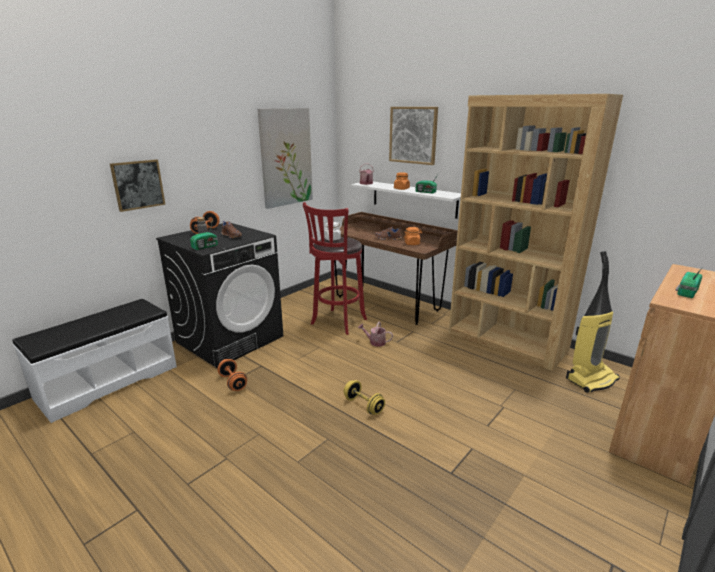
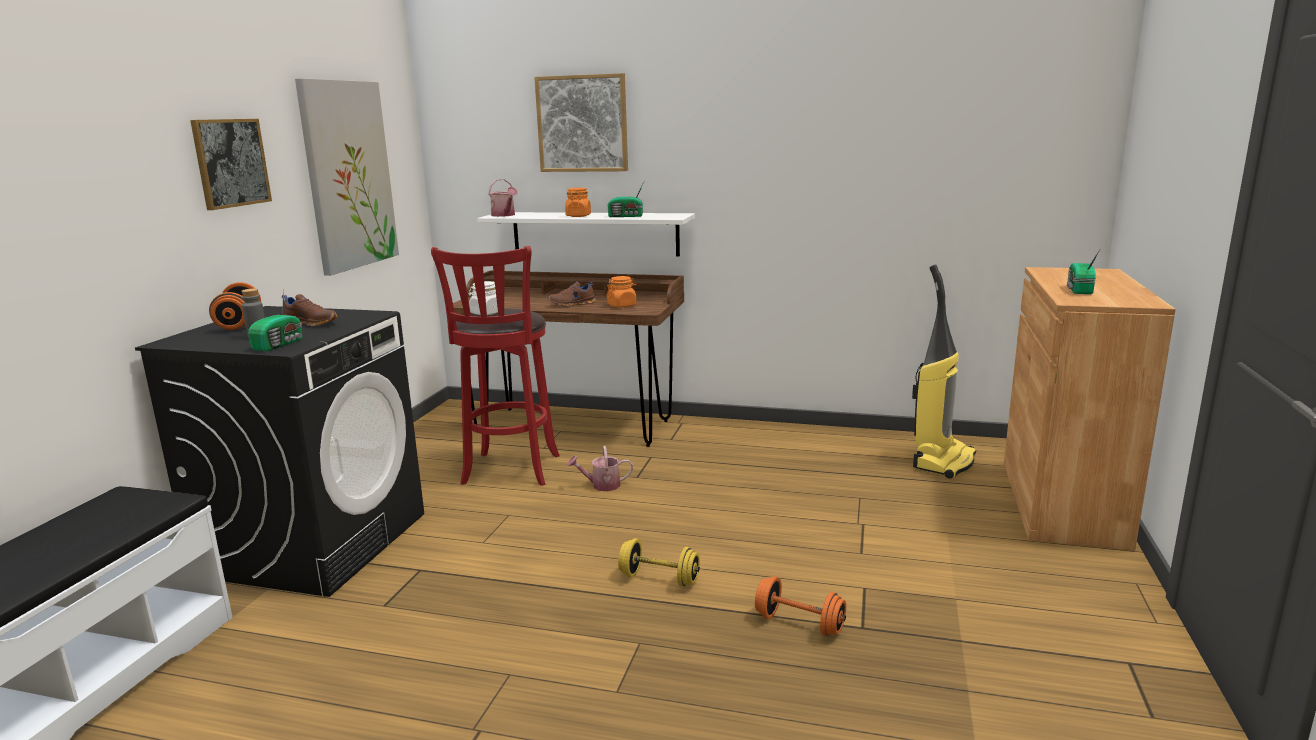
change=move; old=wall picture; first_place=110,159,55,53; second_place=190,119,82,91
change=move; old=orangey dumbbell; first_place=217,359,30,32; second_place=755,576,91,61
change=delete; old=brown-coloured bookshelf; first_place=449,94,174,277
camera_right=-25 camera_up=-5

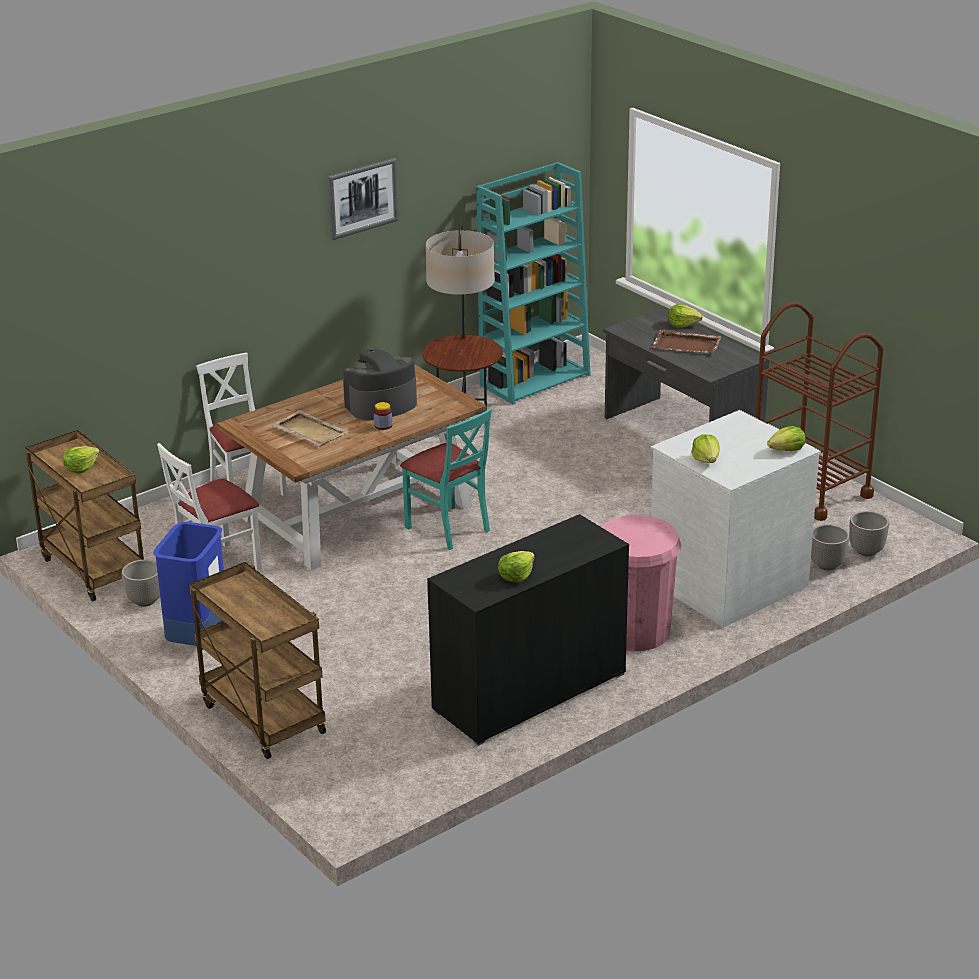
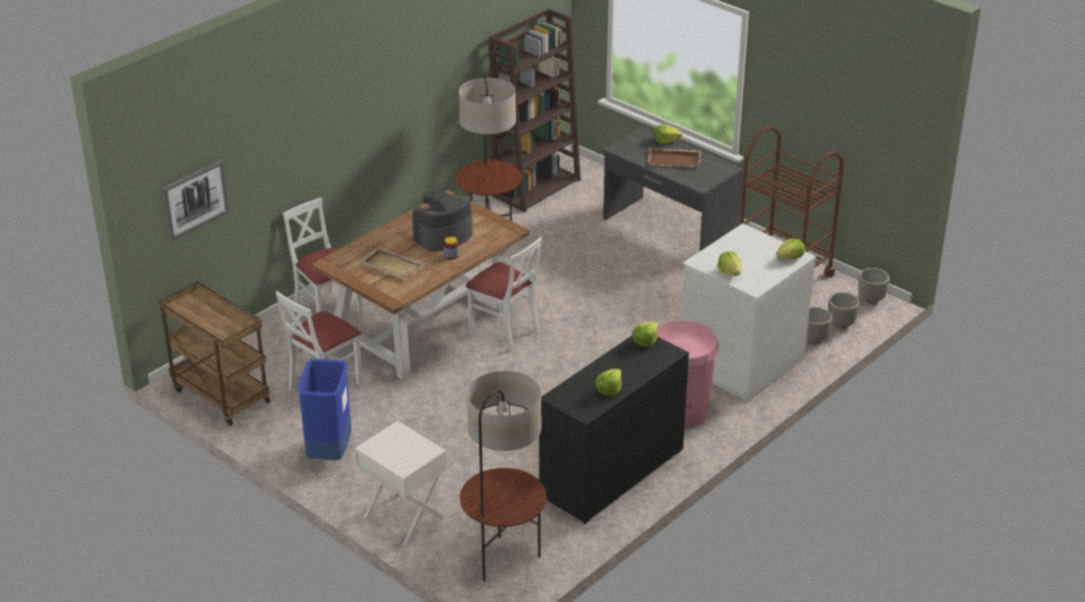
change=move; old=wall picture; first_place=327,158,72,82; second_place=162,160,68,81
change=replace; old=brown-coloured trolley; new=whitish bedside table; first_place=189,562,137,197; second_place=355,421,92,125
change=insert; new=floor lamp; second_place=460,371,87,210
change=recolor; old=blue-green upright chair; new=whitish upright chair; first_place=400,409,92,141; second_place=466,236,76,116
change=recolor; old=blue-green bookshelf; new=brown-coloured bookshelf; first_place=476,162,115,242; second_place=489,8,92,204
change=move; old=lettuce; first_place=63,446,37,28; second_place=632,322,27,25
change=move; old=planter; first_place=122,560,38,47; second_place=858,268,32,35
camera_right=-10 camera_up=5

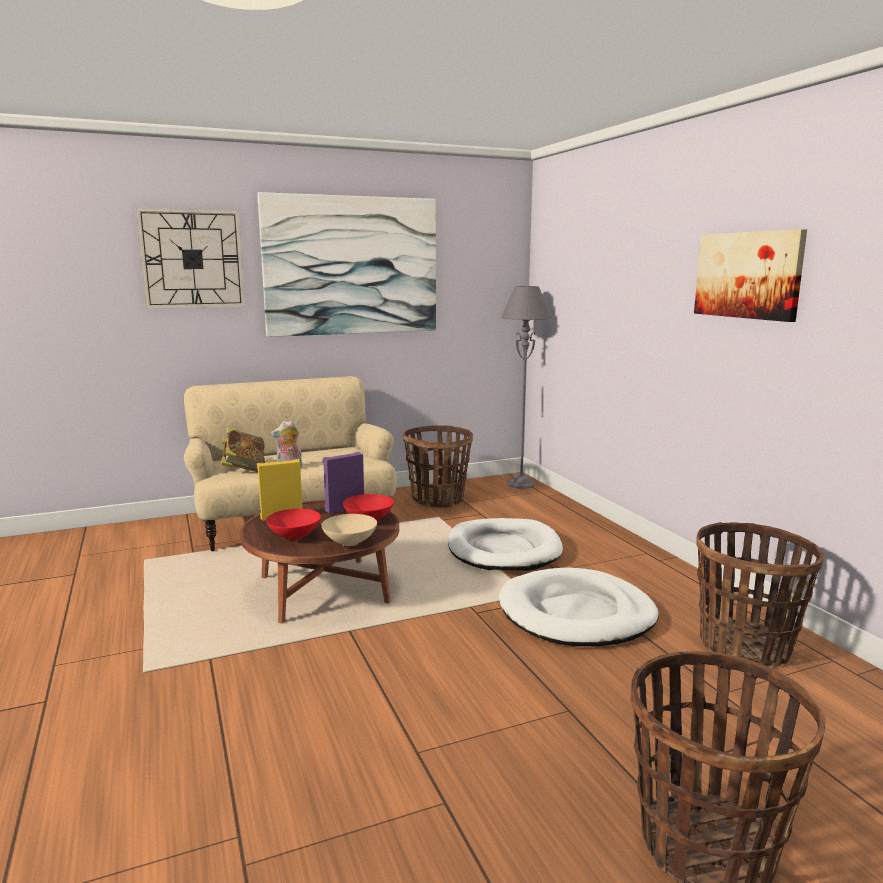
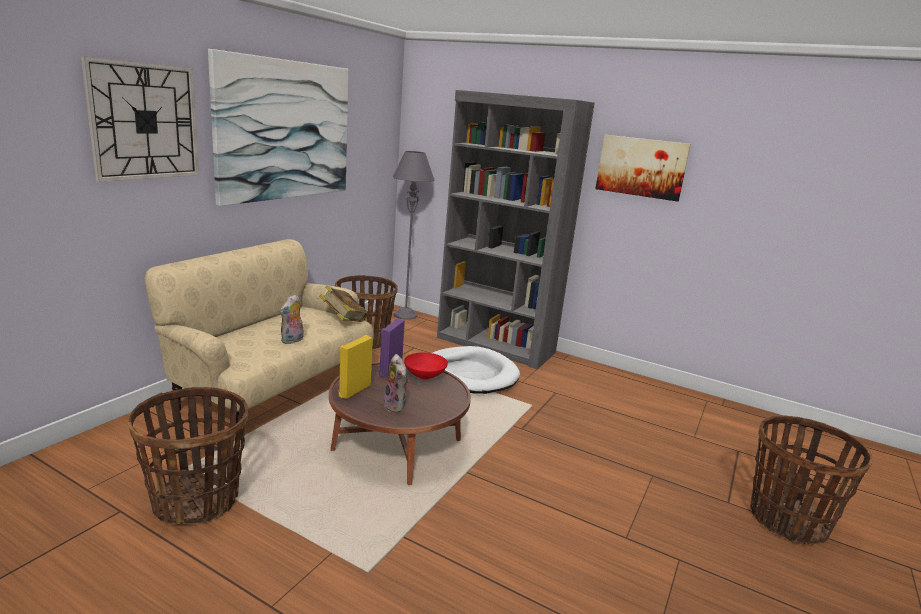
change=move; old=storage basket; first_place=696,522,129,145; second_place=128,387,121,138
change=move; old=volume; first_place=221,427,44,45; second_place=319,286,49,36
change=replace; old=red-coloured bowl; new=cuddly toy; first_place=266,509,55,31; second_place=383,354,27,59
change=insert; new=grey bookshelf; second_place=437,90,158,279
change=delete; old=beige bowl; first_place=321,514,56,32
change=delete; old=whitish dog cushion; first_place=499,567,160,79
camera_right=-40 camera_up=5

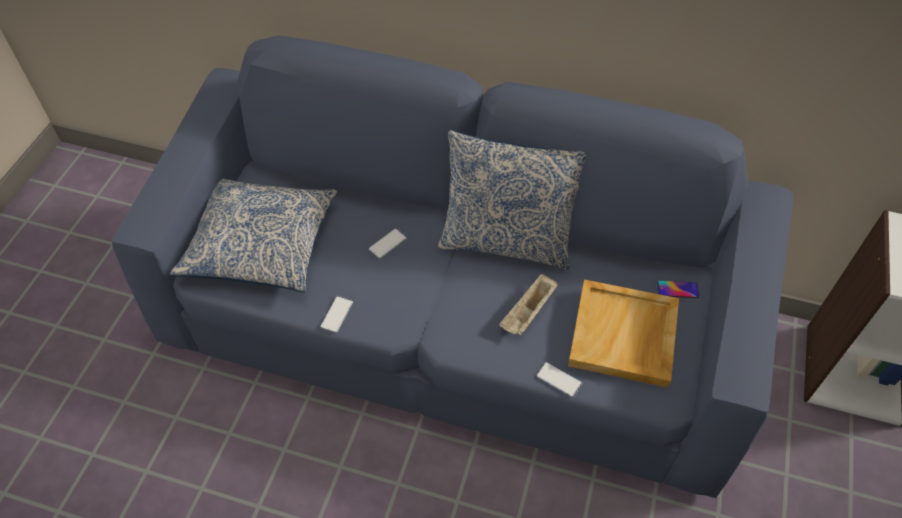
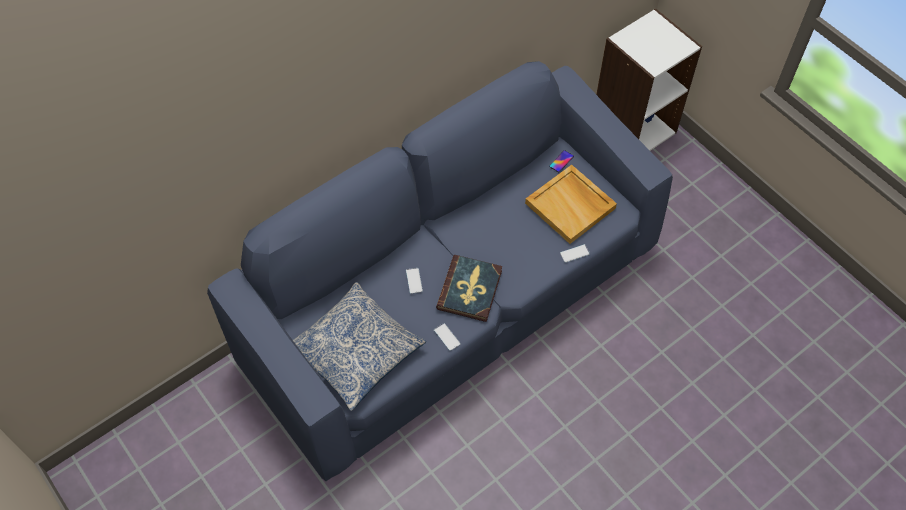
change=insert; new=volume; second_place=436,255,66,67
change=delete; old=cushion; first_place=438,130,148,140
change=delete; old=beige carrying tray; first_place=499,273,59,62
camera_right=-55 camera_up=5

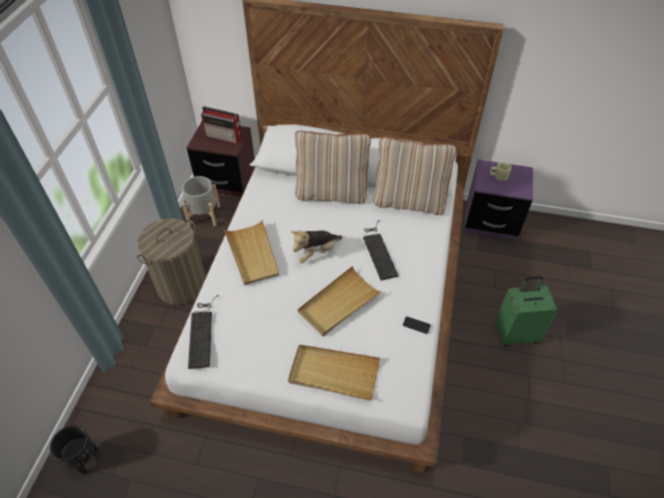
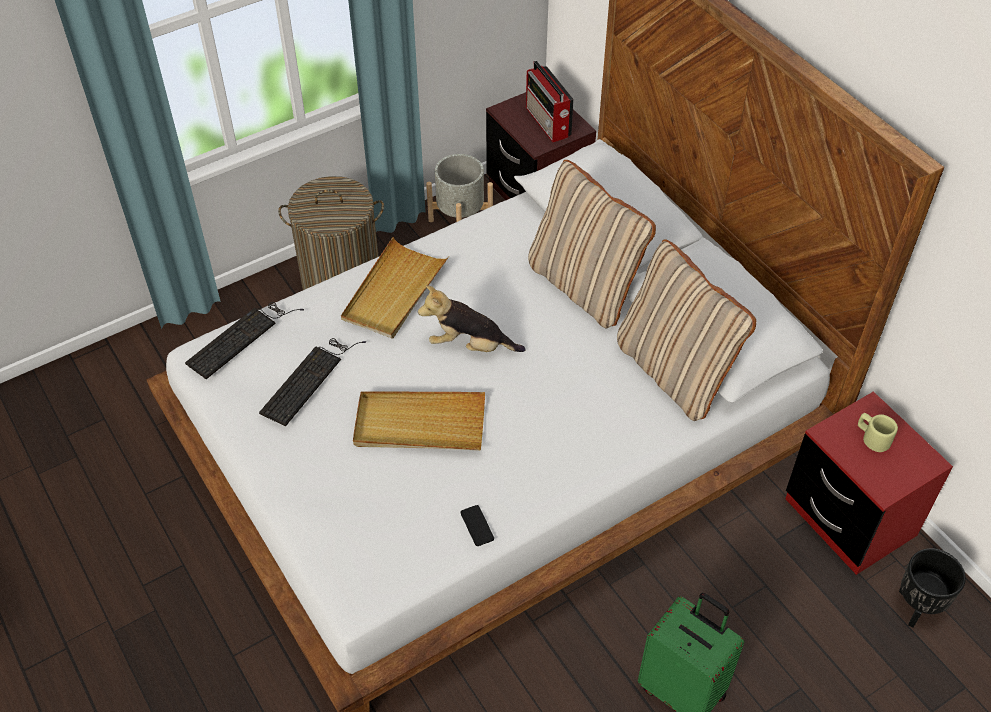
change=move; old=PC keyboard; first_place=363,220,36,60; second_place=259,338,107,89
change=recolor; old=purple bedside table; new=red-coloured bedside table; first_place=464,160,69,81; second_place=785,391,168,184
change=move; old=black-coloured planter; first_place=50,425,48,50; second_place=899,548,67,79
change=delete; old=beige carrying tray; first_place=288,345,92,56
camera_right=45 camera_up=0

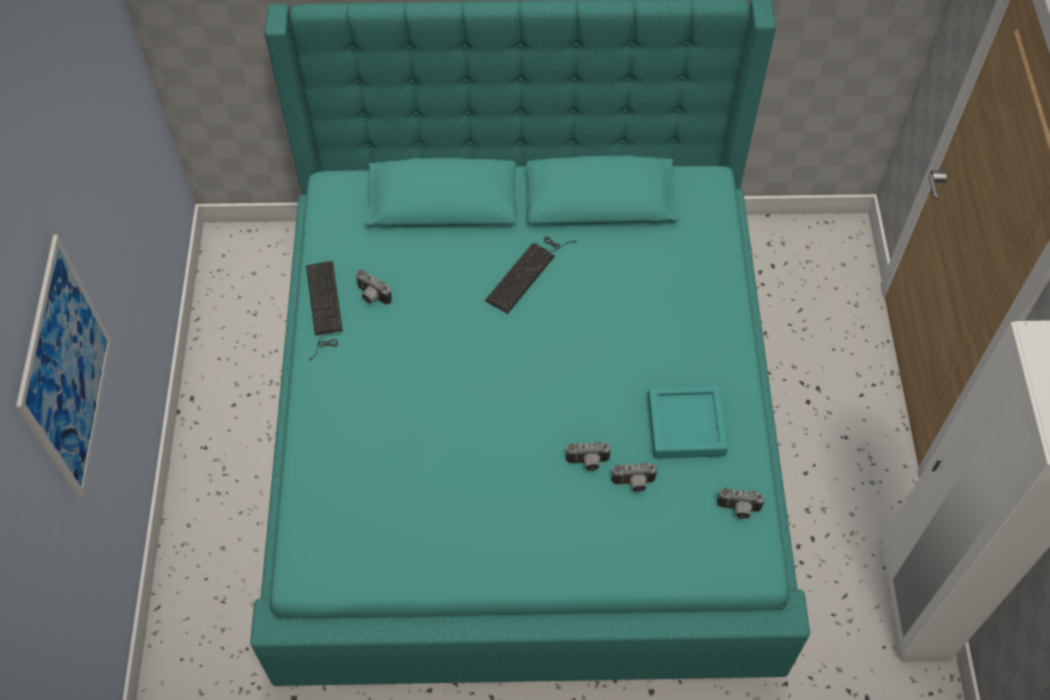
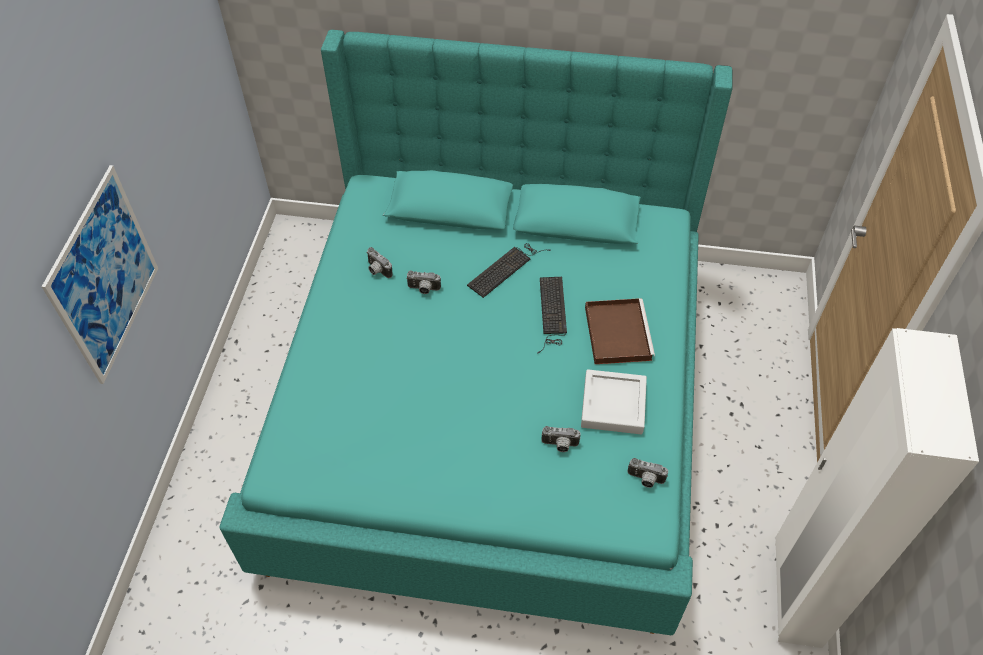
change=move; old=photo camera; first_place=566,442,45,29; second_place=406,271,35,23
change=move; old=PC keyboard; first_place=306,261,37,100; second_place=537,277,30,77
change=recolor; old=blue-green carrying tray; new=grey carrying tray; first_place=648,386,80,73; second_place=581,369,66,65
change=insert; new=brown-coloured carrying tray; second_place=585,298,70,66
camera_right=10 camera_up=-5

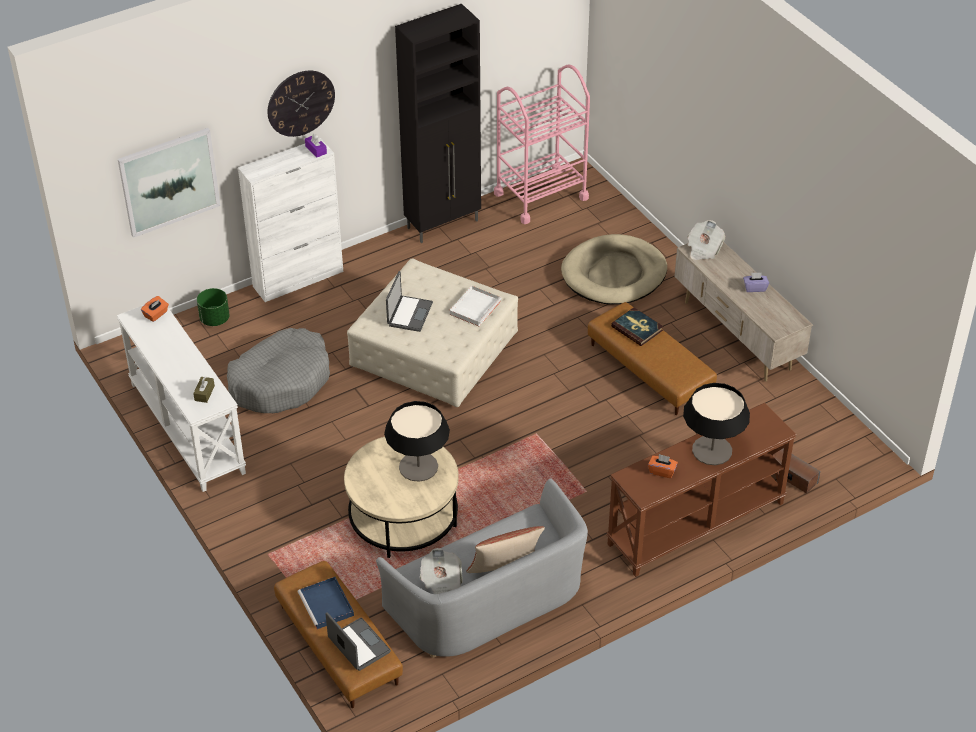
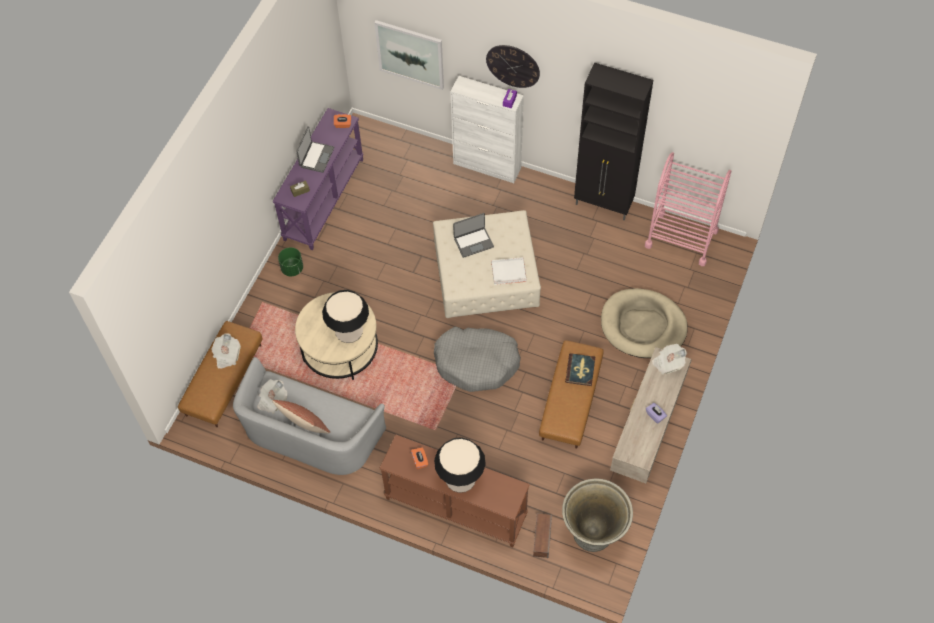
change=replace; old=blue carrying tray; new=printed paper; first_place=298,577,56,52; second_place=211,333,30,36
change=recolor; old=whitish hall table; new=purple hall table; first_place=117,305,129,187; second_place=273,108,91,142
change=move; old=green-coloured planter; first_place=197,288,33,38; second_place=278,247,25,29
change=move; old=notebook computer; first_place=326,612,65,59; second_place=296,126,38,47
change=move; old=grey dog cushion; first_place=227,328,103,85; second_place=434,327,87,65
change=insert; new=grey planter; second_place=562,478,71,74
camera_right=55 camera_up=15

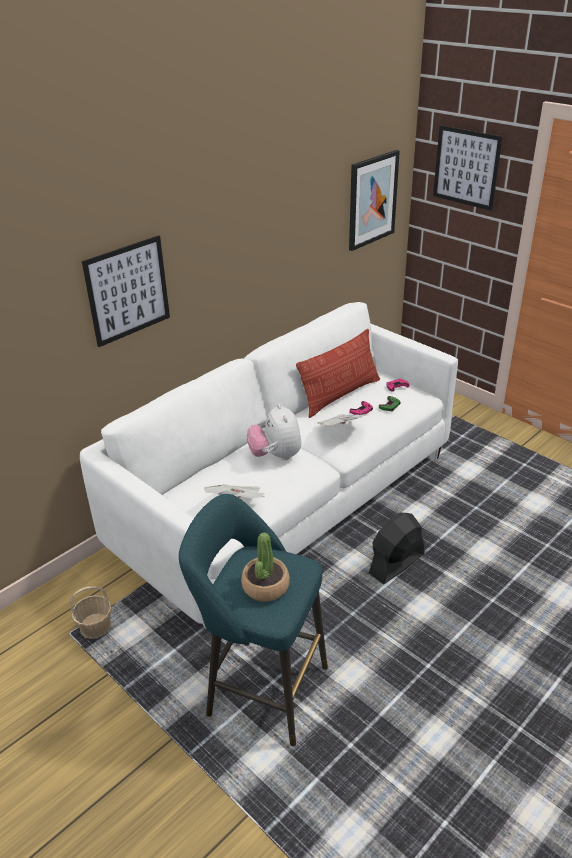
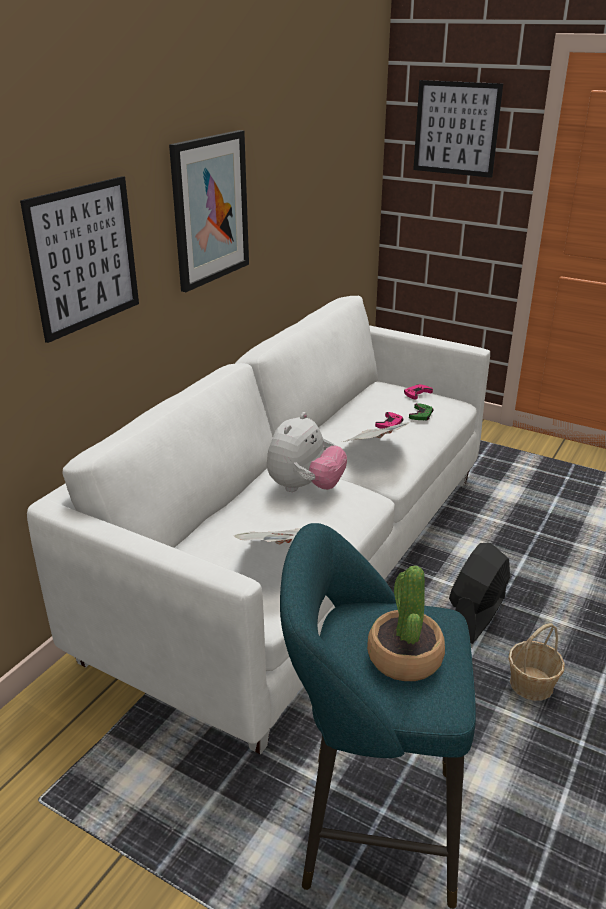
change=move; old=wall picture; first_place=349,150,51,101; second_place=169,130,80,162
change=rotate; old=cuddly toy; first_place=247,404,54,56; second_place=267,412,80,80; degrees=-120
change=move; old=storage basket; first_place=70,586,41,53; second_place=508,623,57,78
change=delete; old=cushion; first_place=296,329,84,89
camera_right=-15 camera_up=-5

